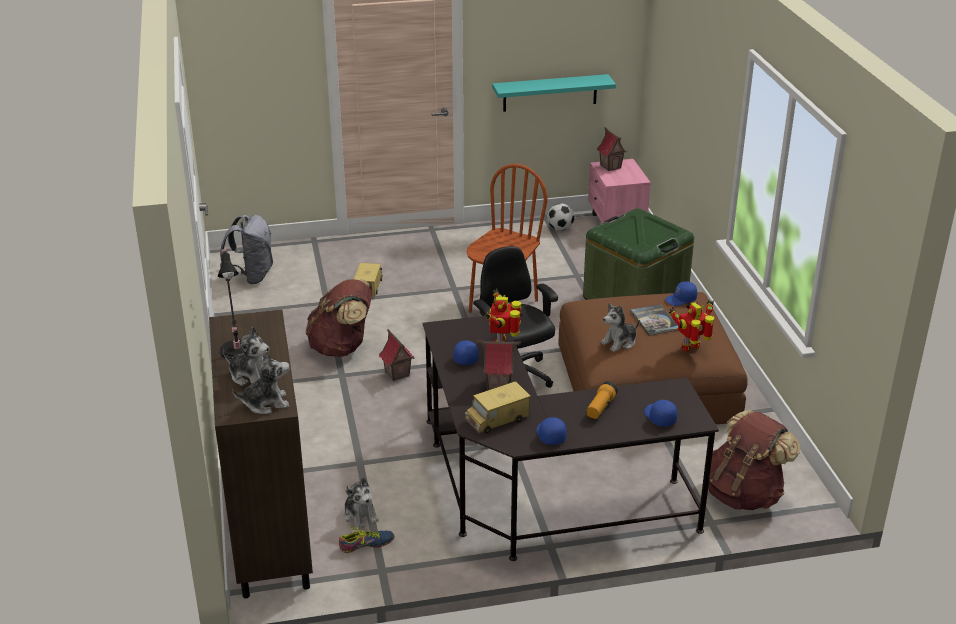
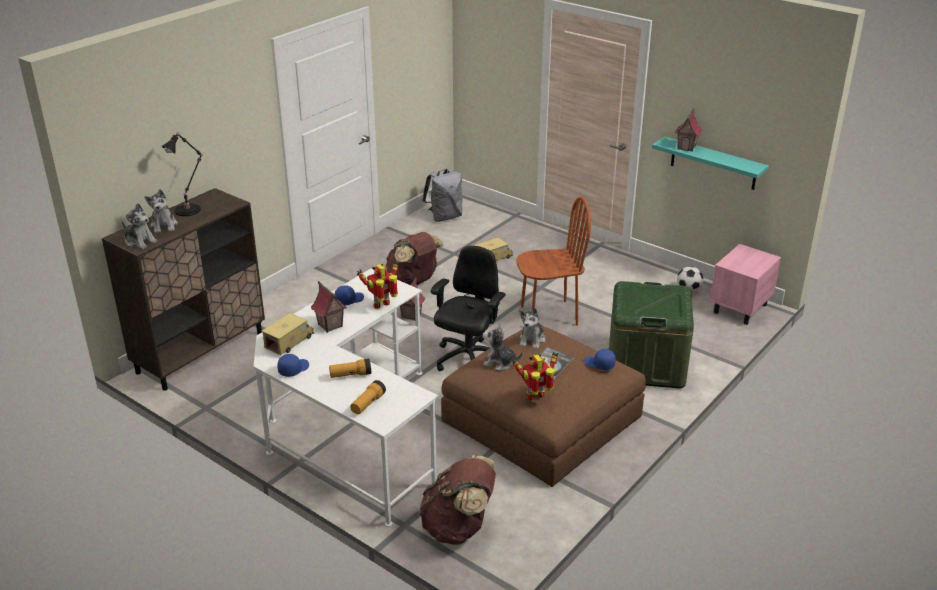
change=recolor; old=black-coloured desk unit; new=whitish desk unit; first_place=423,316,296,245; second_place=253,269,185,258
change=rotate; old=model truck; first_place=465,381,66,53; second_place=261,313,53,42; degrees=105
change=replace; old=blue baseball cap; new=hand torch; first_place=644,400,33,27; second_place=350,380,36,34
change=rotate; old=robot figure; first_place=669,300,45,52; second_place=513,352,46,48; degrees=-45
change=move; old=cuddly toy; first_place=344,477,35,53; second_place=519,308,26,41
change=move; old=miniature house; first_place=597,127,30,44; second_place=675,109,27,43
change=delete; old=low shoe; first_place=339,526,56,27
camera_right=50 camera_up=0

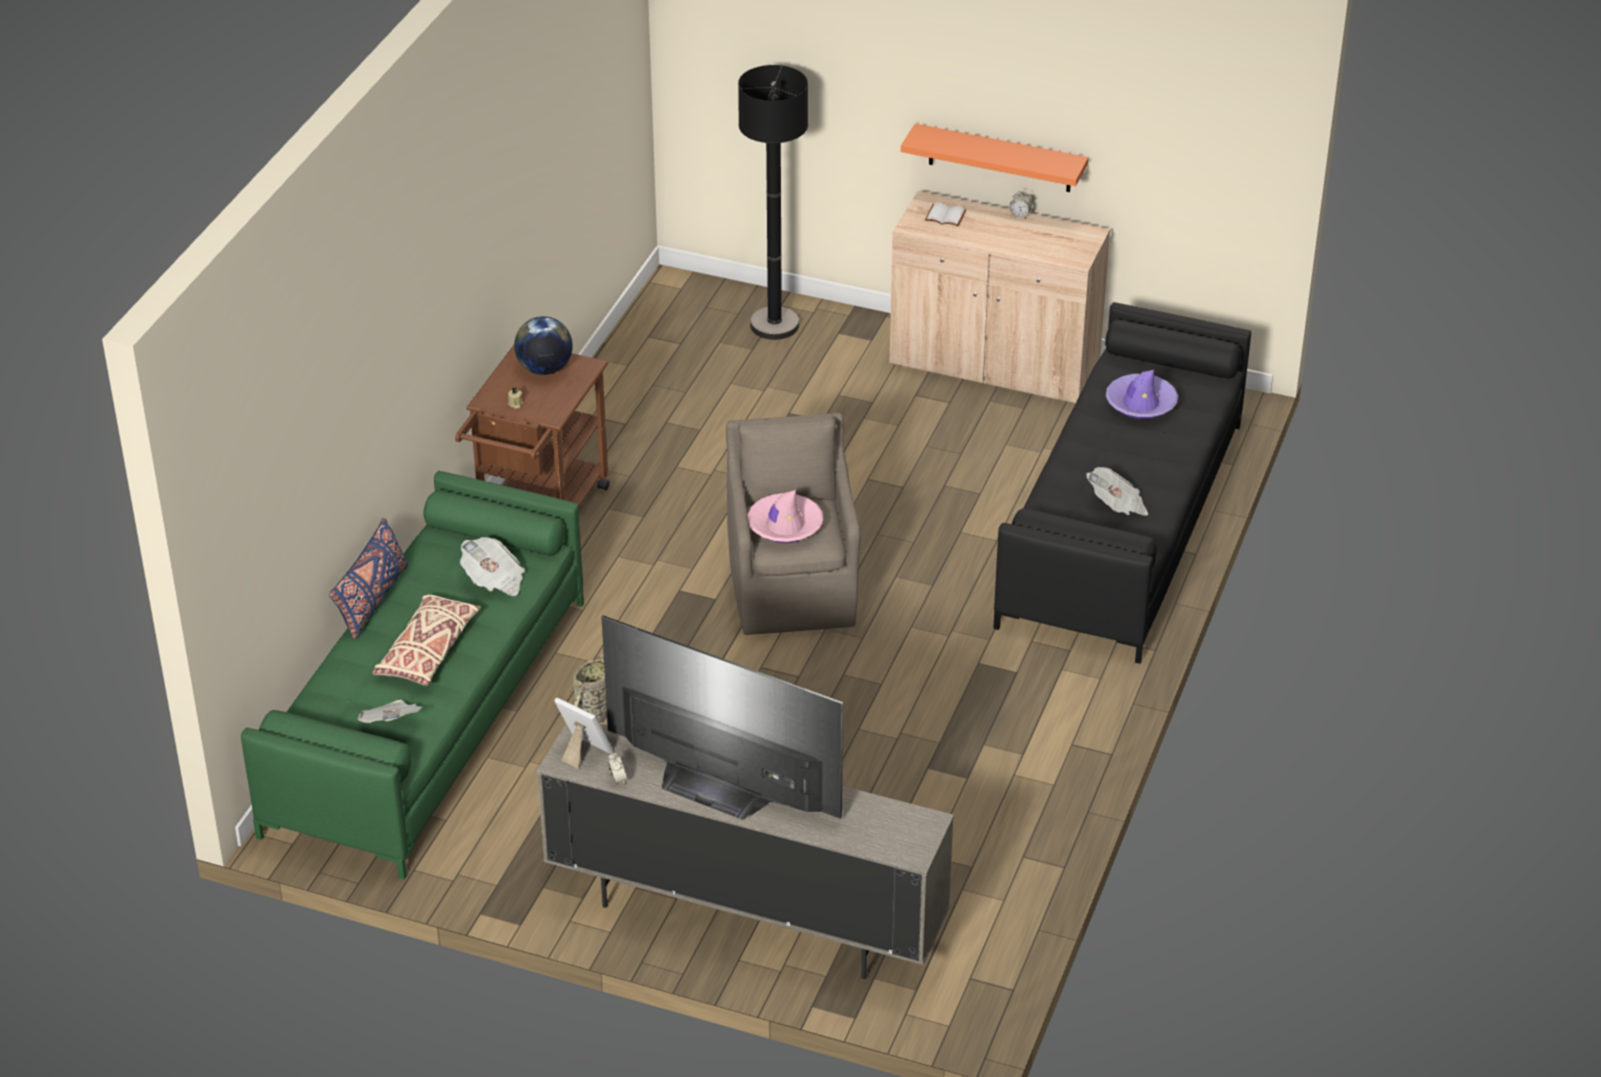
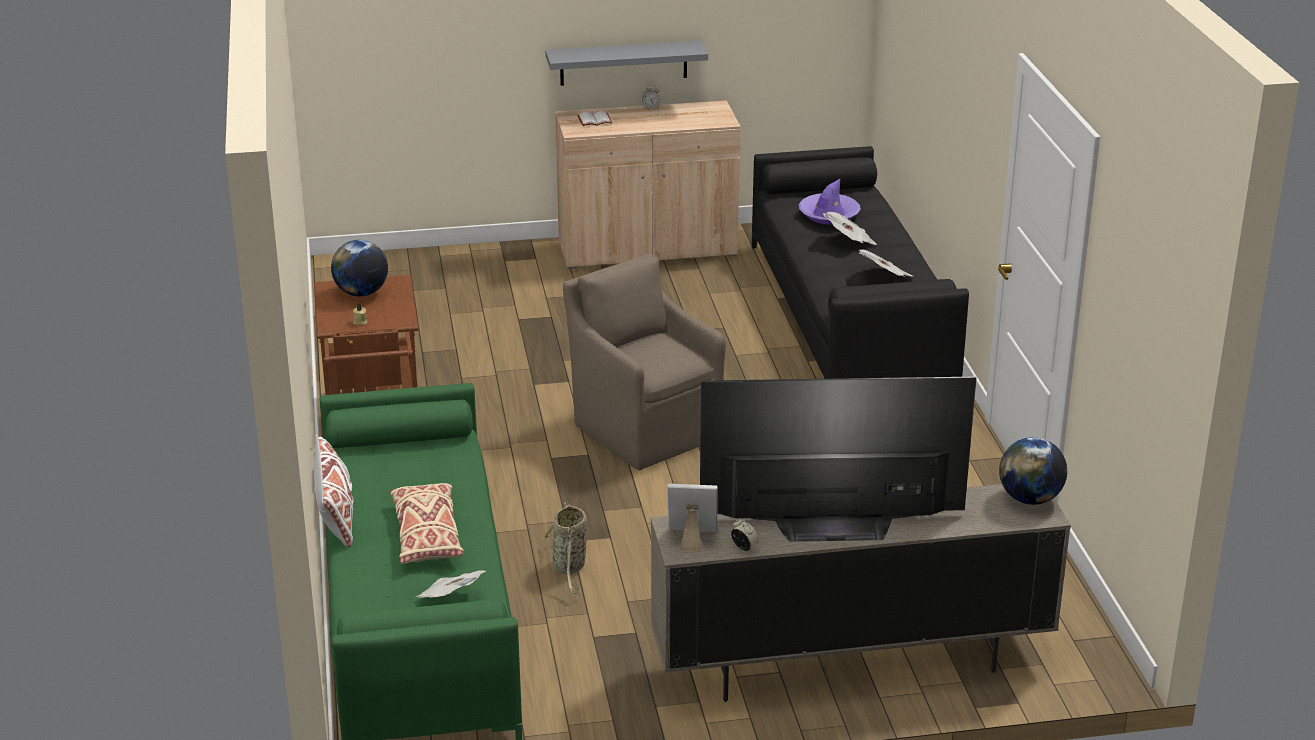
change=recolor; old=blue cushion; new=whitish cushion; first_place=329,518,79,121; second_place=314,434,39,114
change=recolor; old=orangey wall shelf; new=grey wall shelf; first_place=901,124,188,68; second_place=545,41,163,45
change=move; old=printed paper; first_place=460,537,65,59; second_place=823,212,54,33
change=insert; new=desk globe; second_place=999,437,68,68
change=delete; old=black-coloured floor lamp; first_place=738,65,70,275
change=delete; old=pink hat; first_place=748,490,75,53
camera_right=-30 camera_up=-10

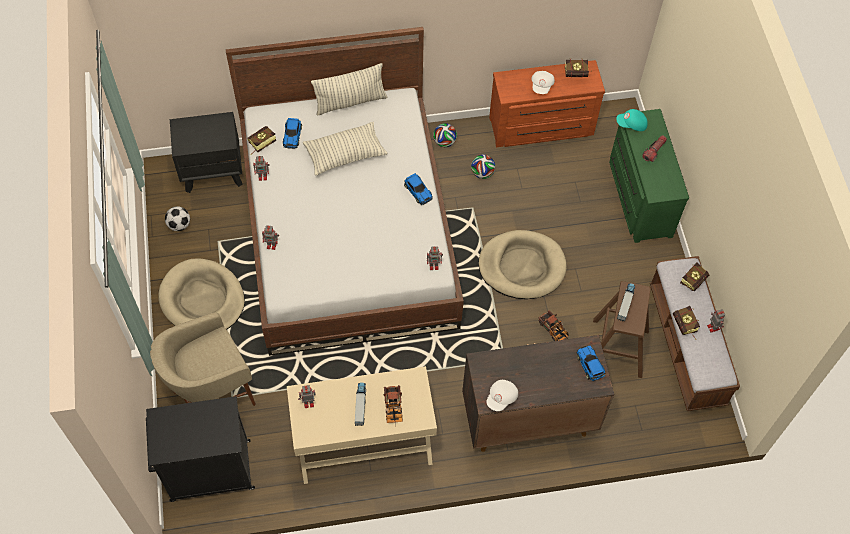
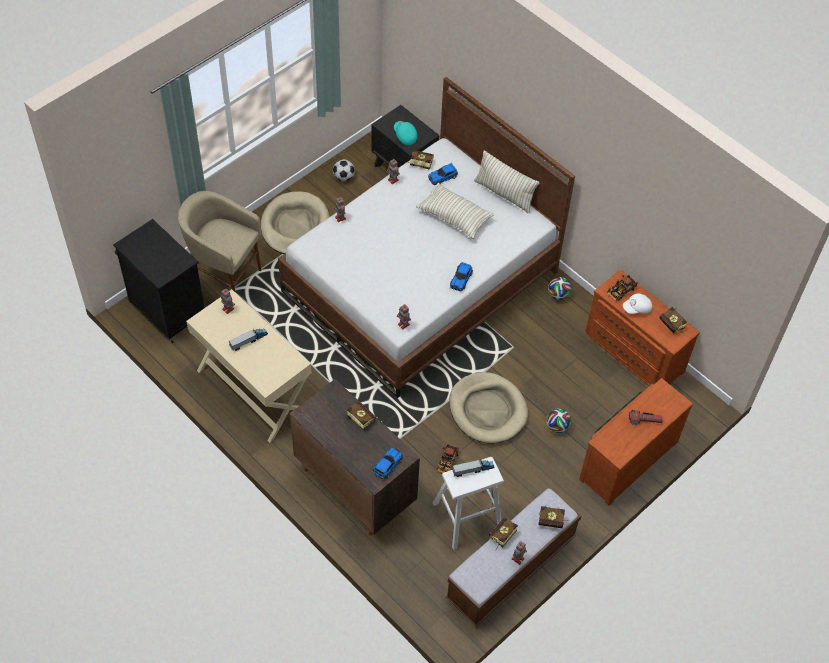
change=insert; new=volume; second_place=347,402,29,29
change=move; old=blue-green baseball cap; first_place=616,109,32,22; second_place=394,121,24,24
change=recolor; old=brown-coloured stool; new=whitish stool; first_place=593,281,58,97; second_place=433,457,71,93
change=move; old=football ball; first_place=471,154,24,25; second_place=546,408,25,25
change=recolor; old=green-coloured drawer chest; new=brown-coloured drawer chest; first_place=609,109,80,134; second_place=579,378,114,128
change=move; old=model truck; first_place=383,385,20,42; second_place=607,275,31,26
change=delete; old=whitish baseball cap; first_place=486,380,32,31
camera_right=55 camera_up=-5

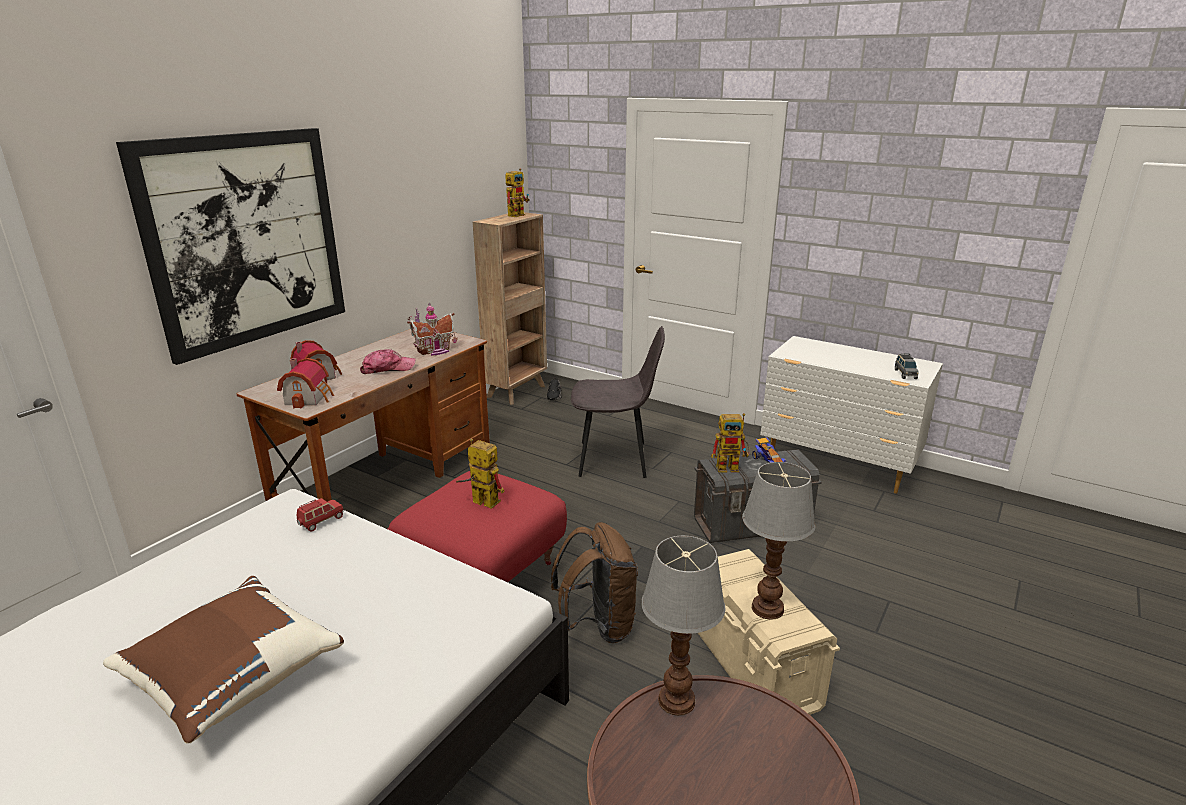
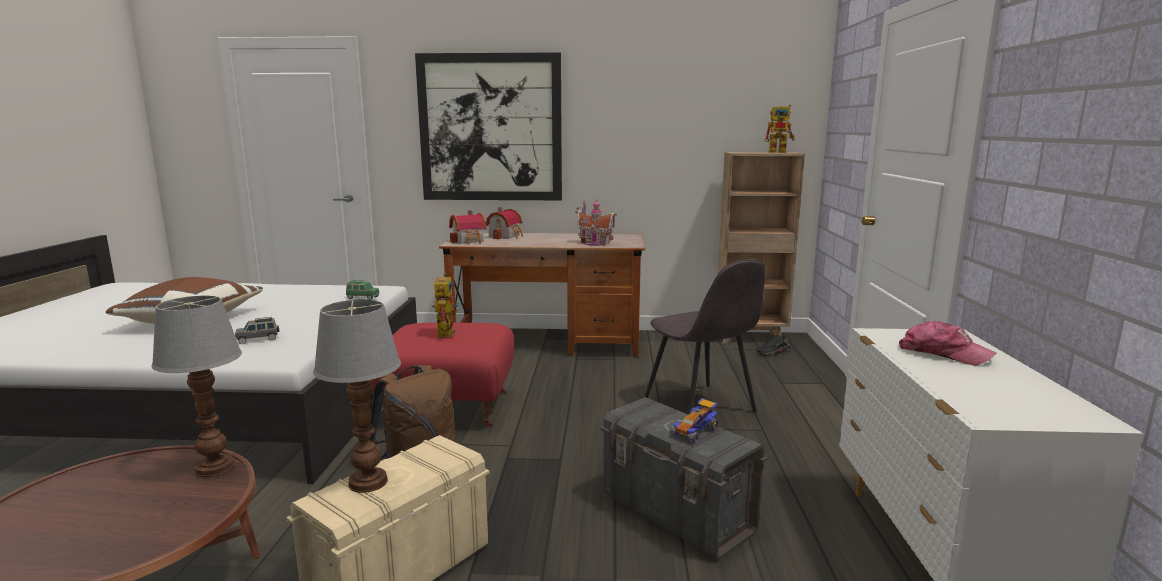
change=move; old=grey toy car; first_place=895,353,24,26; second_place=235,317,44,27
change=recolor; old=red-coloured toy car; new=green-coloured toy car; first_place=296,498,48,34; second_place=346,280,33,20
change=move; old=baseball cap; first_place=360,349,56,25; second_place=899,321,97,45
change=delete; old=robot figure; first_place=711,413,39,59
camera_right=60 camera_up=-10

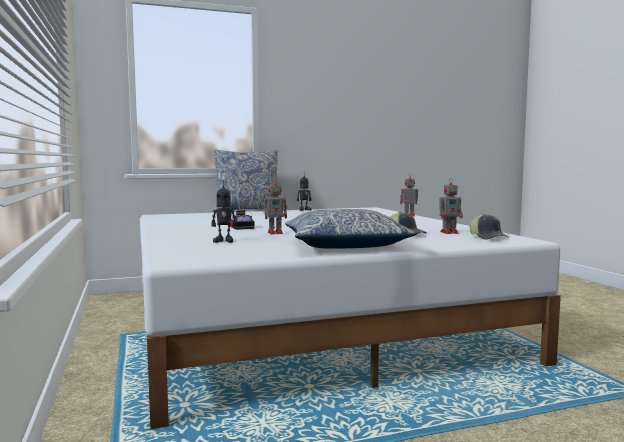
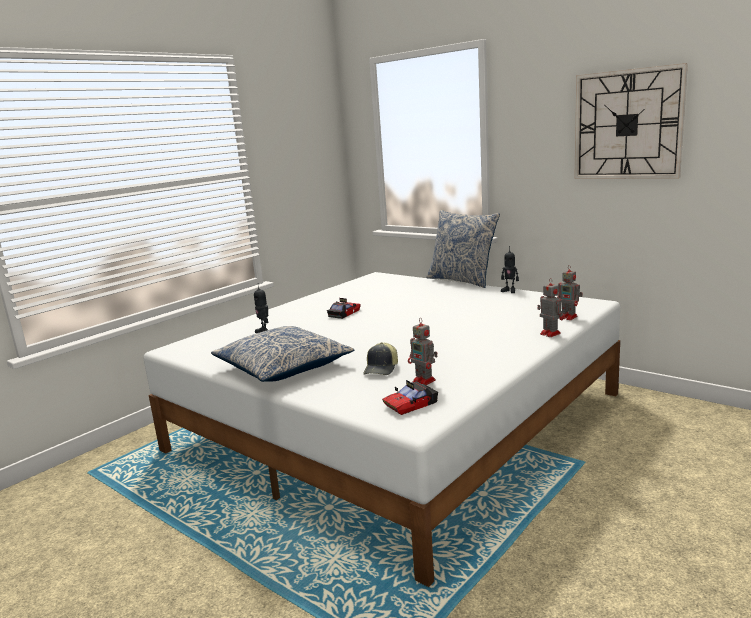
change=replace; old=baseball cap; new=toy car; first_place=469,214,39,26; second_place=382,380,56,35
change=move; old=robot figure; first_place=264,178,23,56; second_place=557,266,26,54
change=insert; new=clock on the wall; second_place=574,63,114,116
camera_right=60 camera_up=10

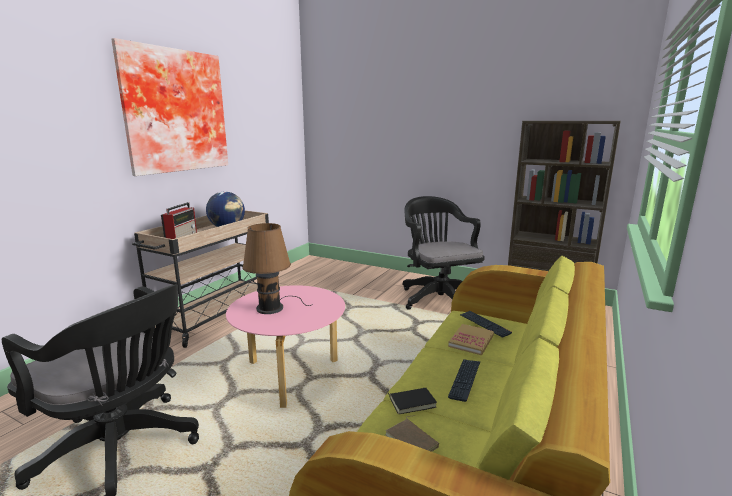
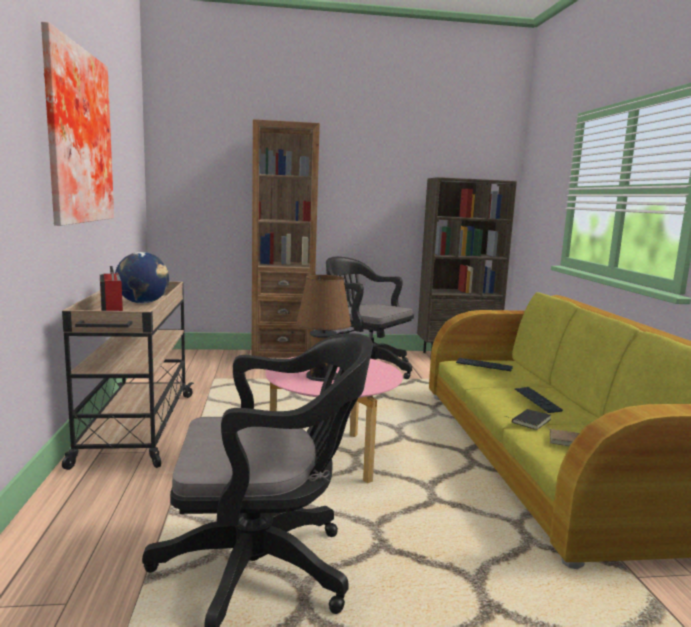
change=insert; new=brown-coloured bookshelf; second_place=251,119,69,239
change=delete; old=volume; first_place=448,324,46,31
camera_right=-35 camera_up=-5

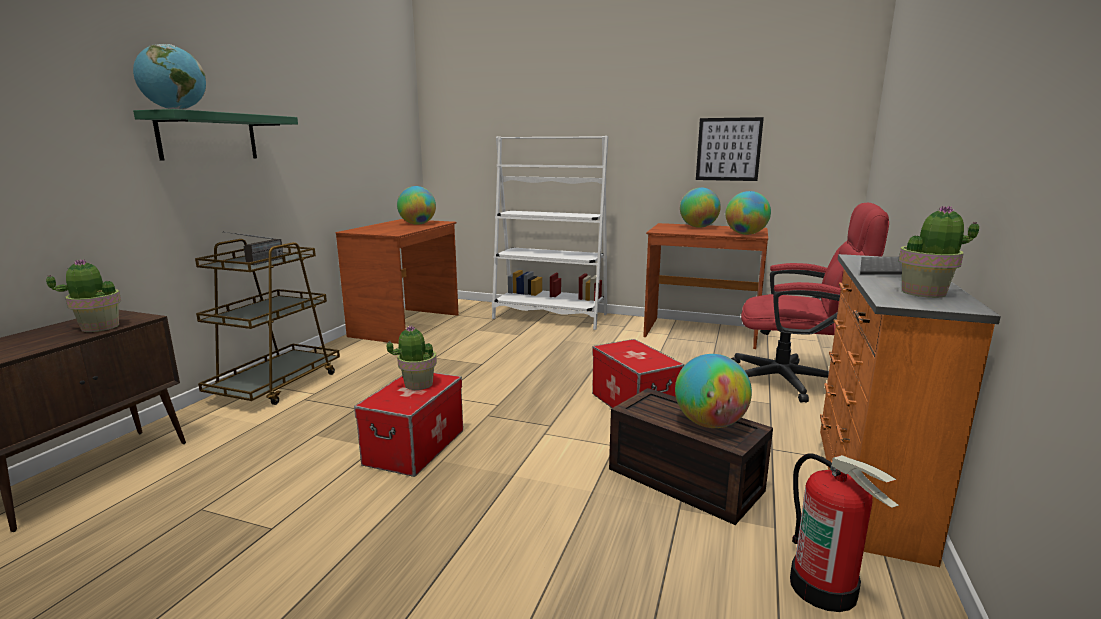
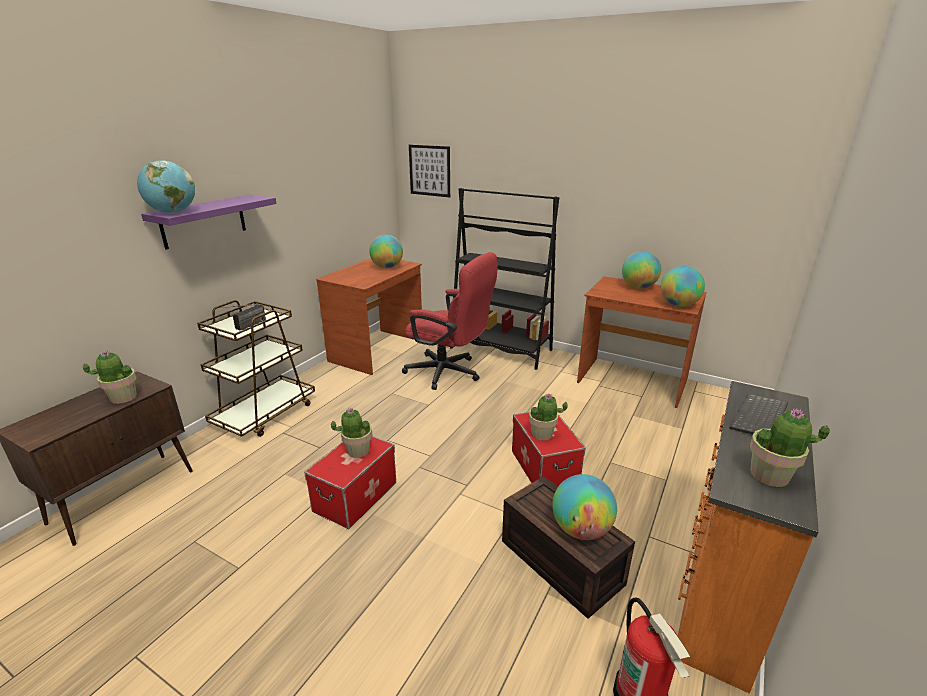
change=recolor; old=green-coloured wall shelf; new=purple wall shelf; first_place=133,109,165,52; second_place=141,195,136,55
change=move; old=red-coloured office chair; first_place=731,203,158,200; second_place=402,252,96,138
change=move; old=wall picture; first_place=696,117,68,64; second_place=409,145,41,53
change=recolor; old=whitish bookshelf; new=black-coloured bookshelf; first_place=492,136,116,194; second_place=450,188,109,182
change=insert; new=houseplant; second_place=529,393,39,48
camera_right=10 camera_up=10

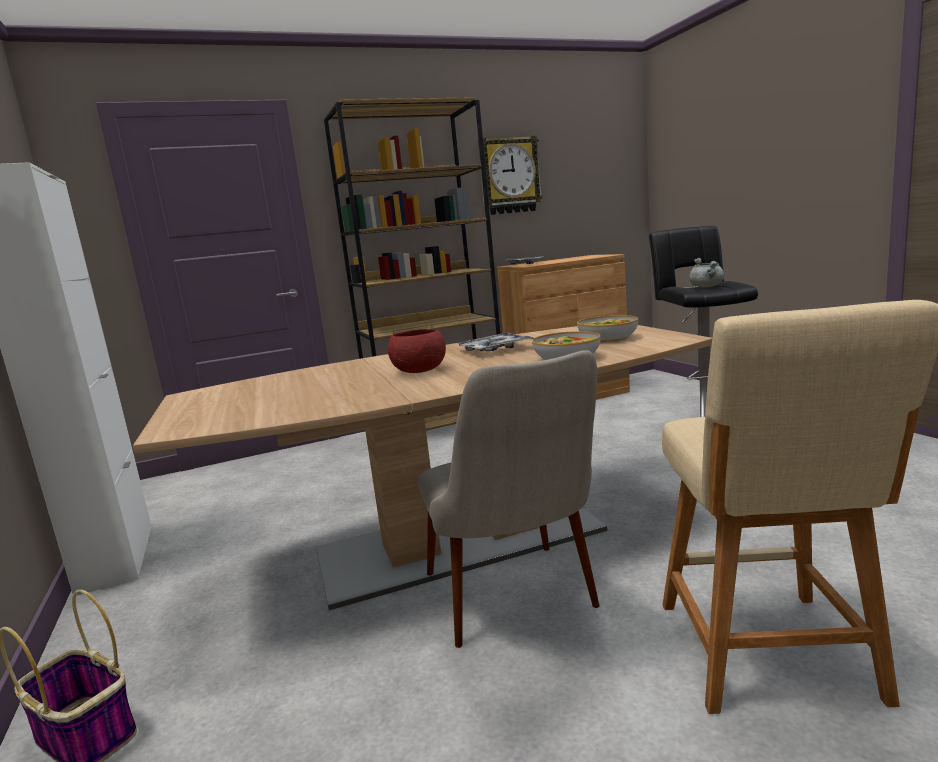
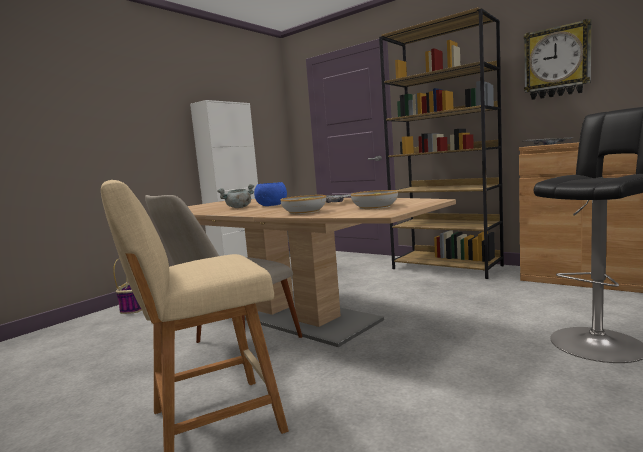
change=move; old=grey cooking pot; first_place=689,258,35,29; second_place=217,184,37,24
change=recolor; old=red-coloured bowl; new=blue bowl; first_place=388,329,58,44; second_place=254,182,33,24
camera_right=60 camera_up=-5

